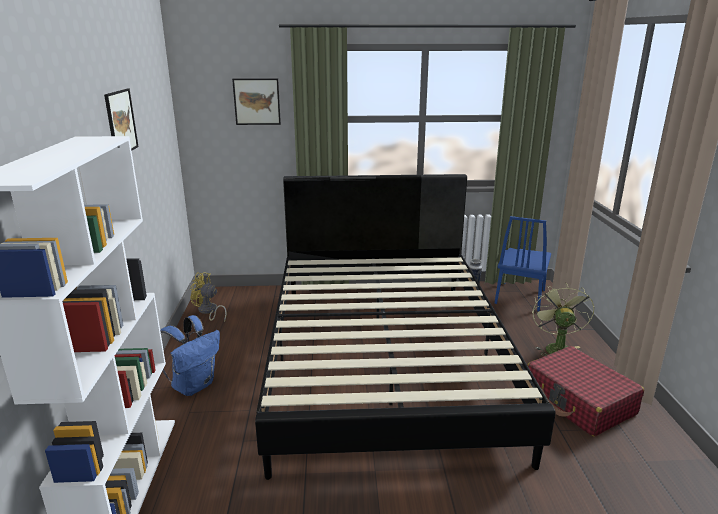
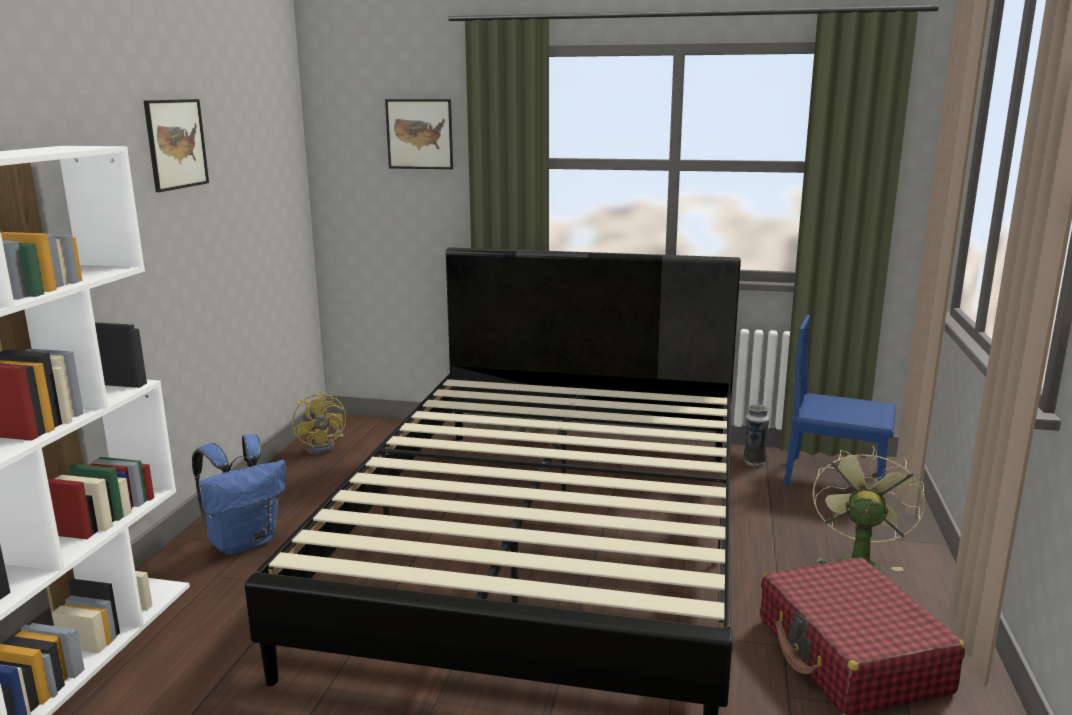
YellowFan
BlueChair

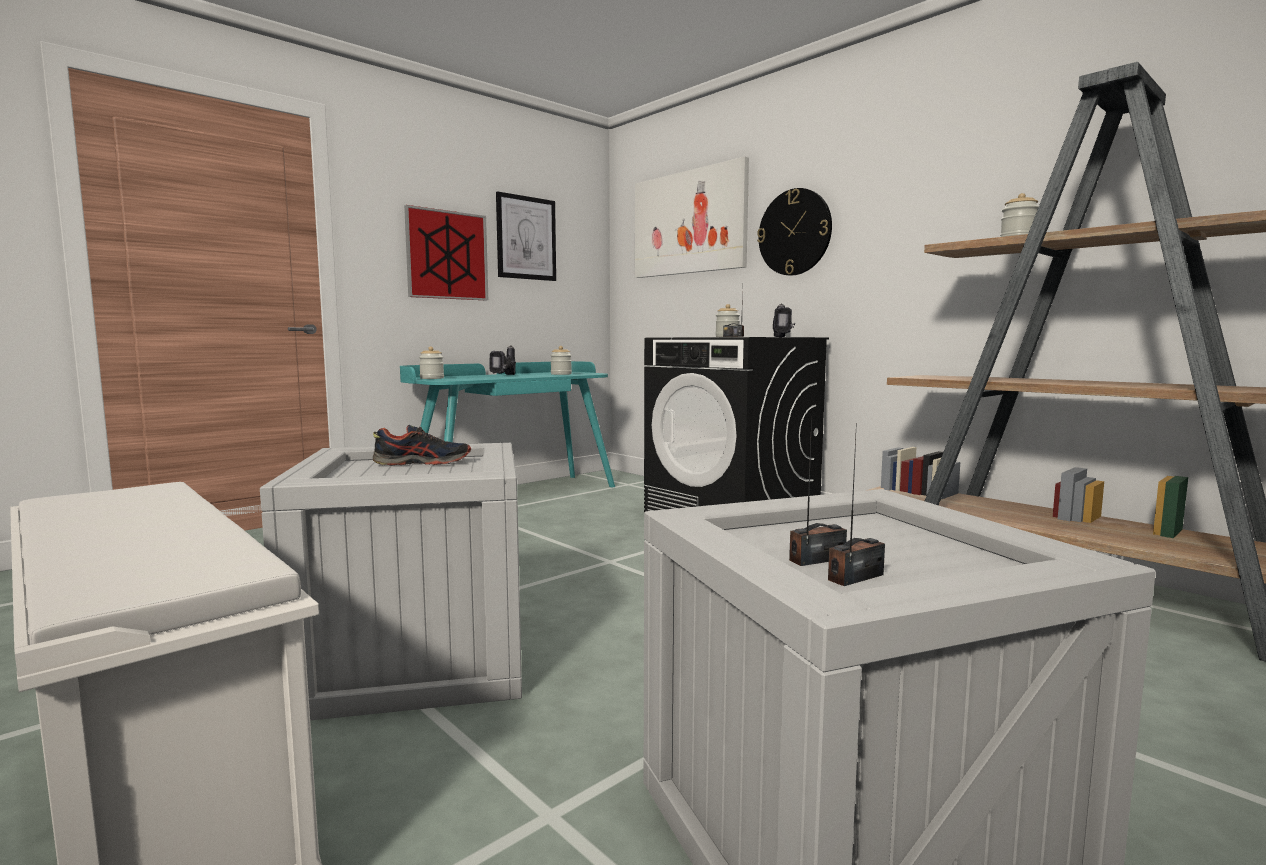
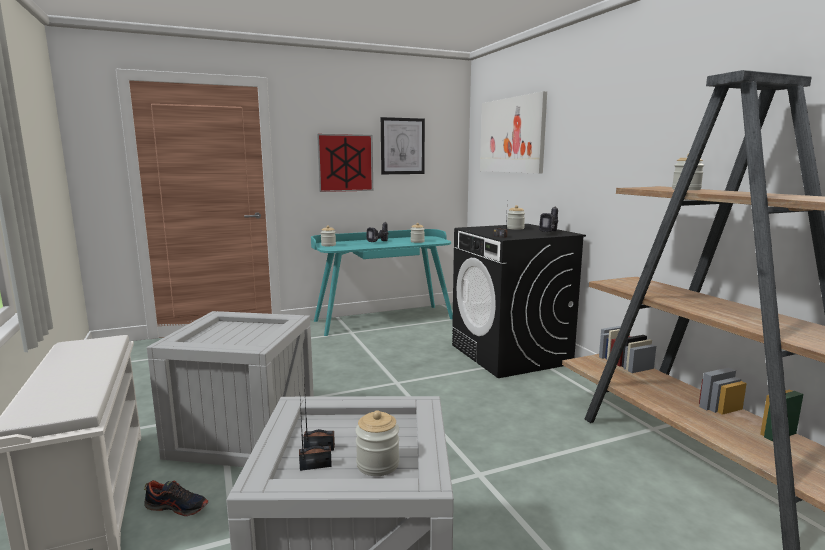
Shoe
Jar (2nd from left)
WallClock

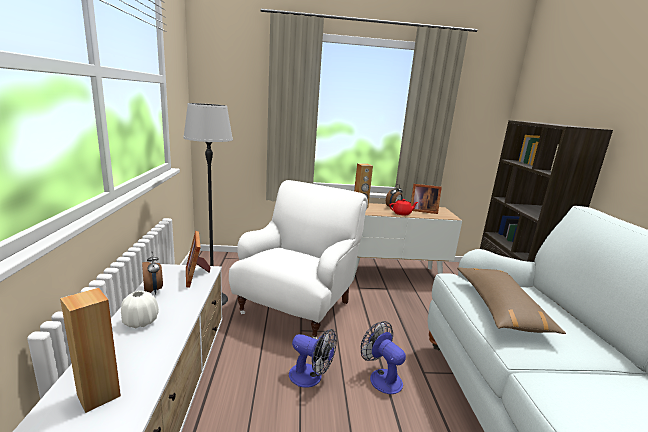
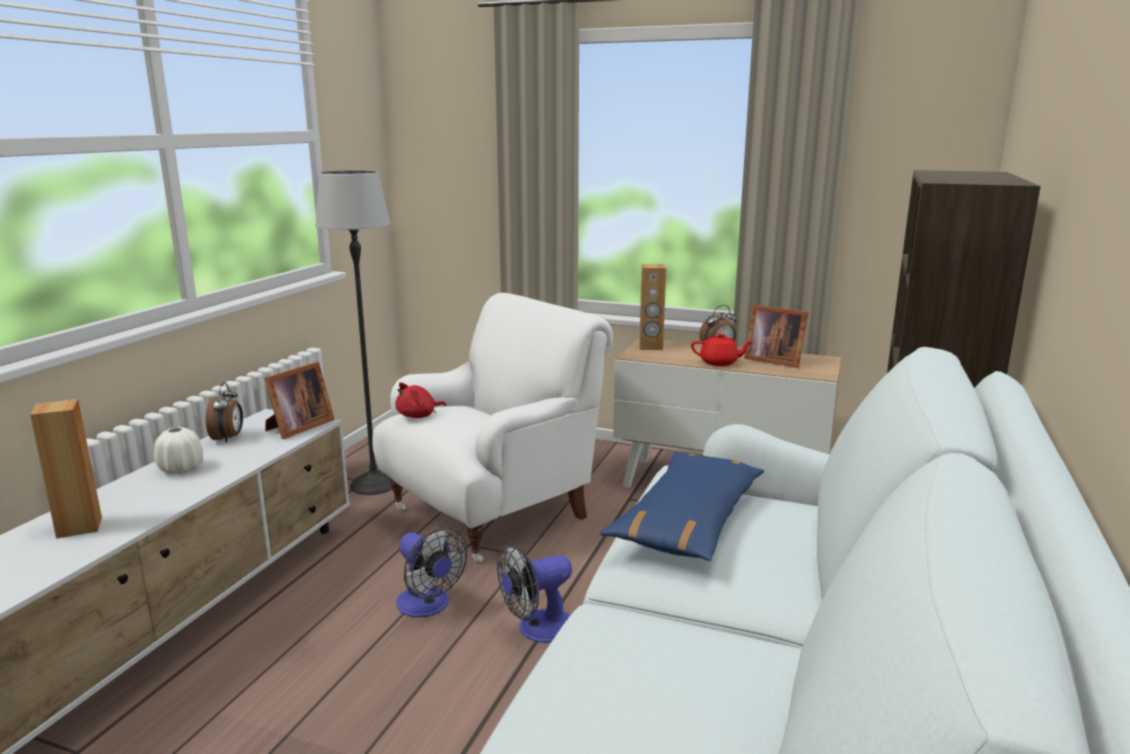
PictureFrame (1st from left)
RedPlushToy
Fan (2nd from left)
BluePillow

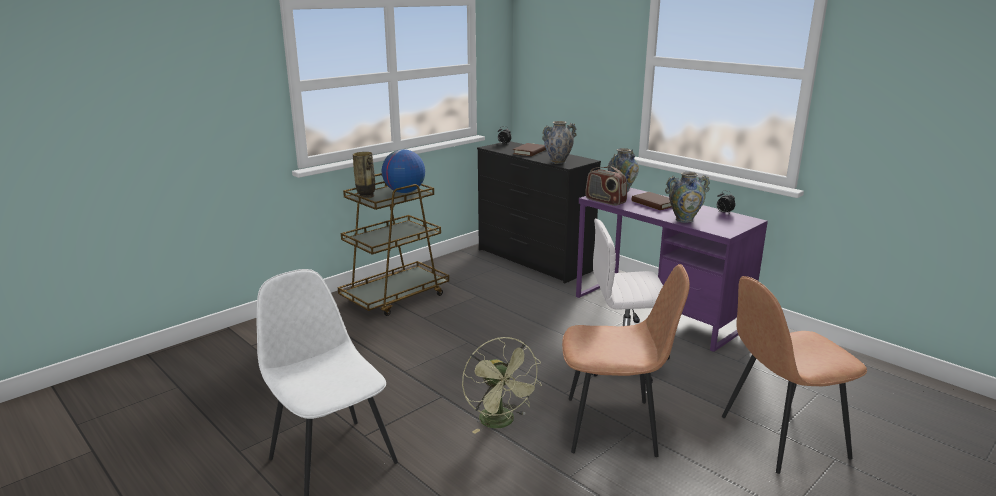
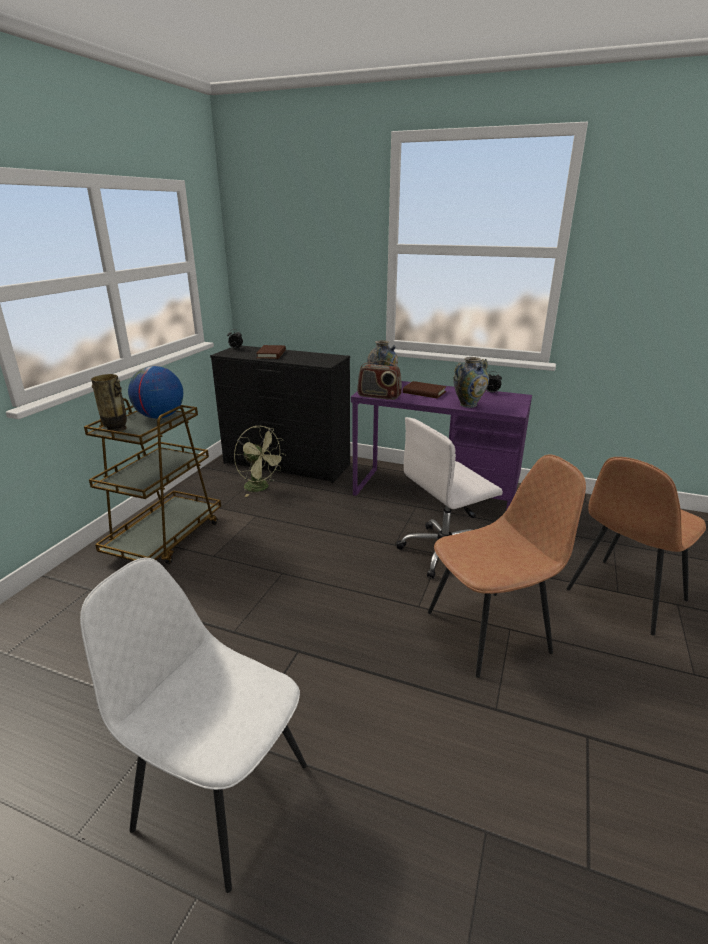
GreenFan
Vase (2nd from left in the first image)

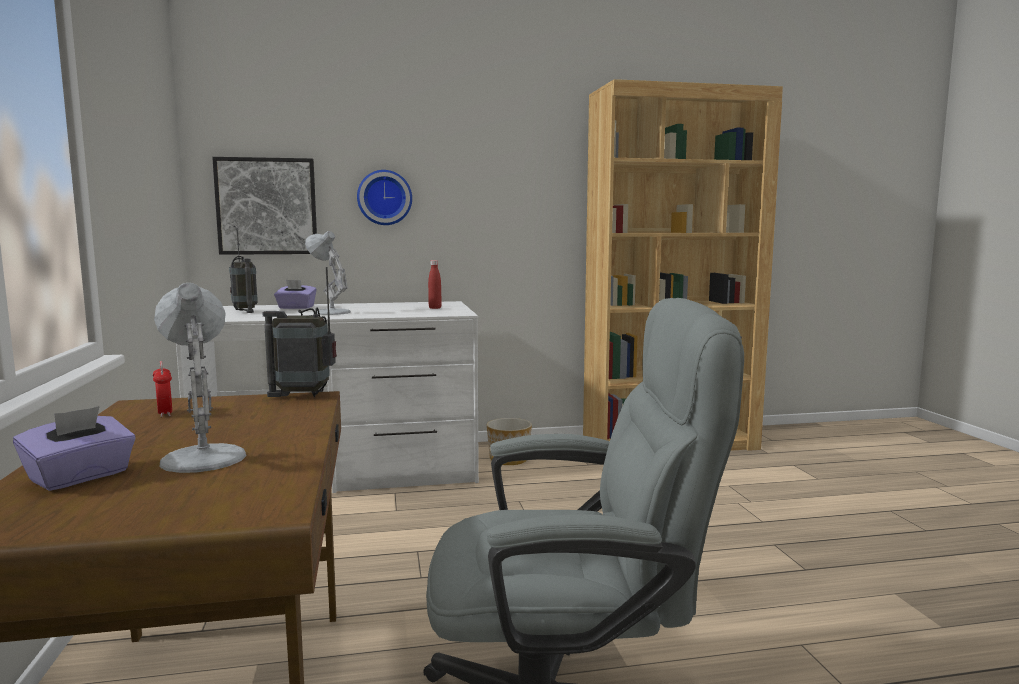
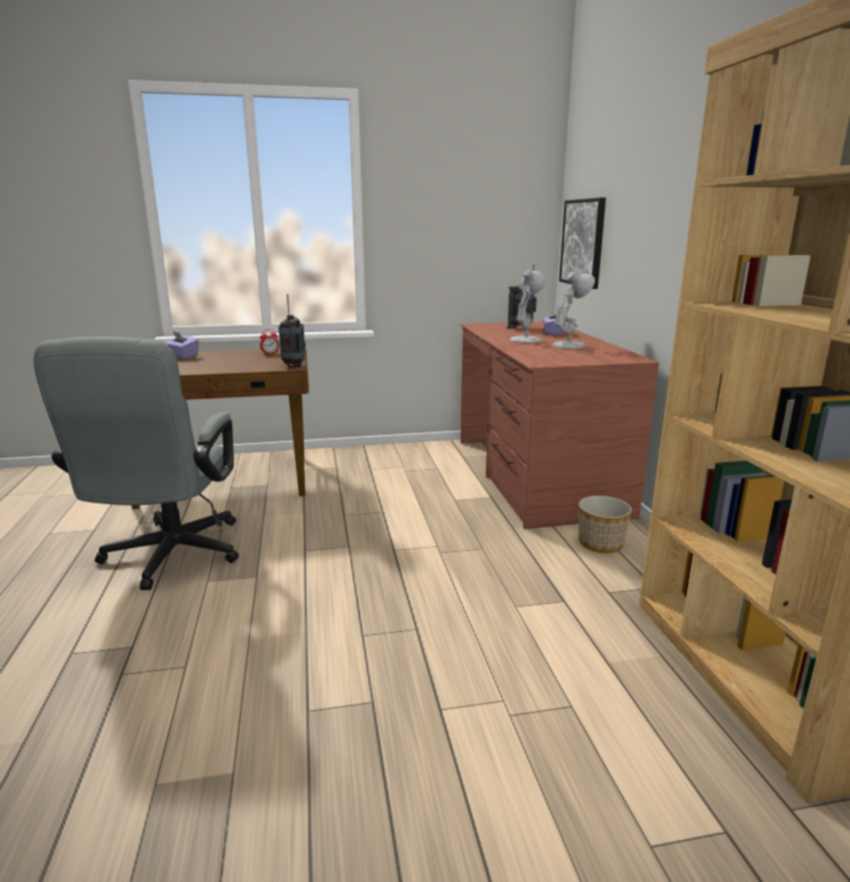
BrownDesk (2nd from left)
WhiteTableLamp (2nd from left)
WallClock
RedBottle

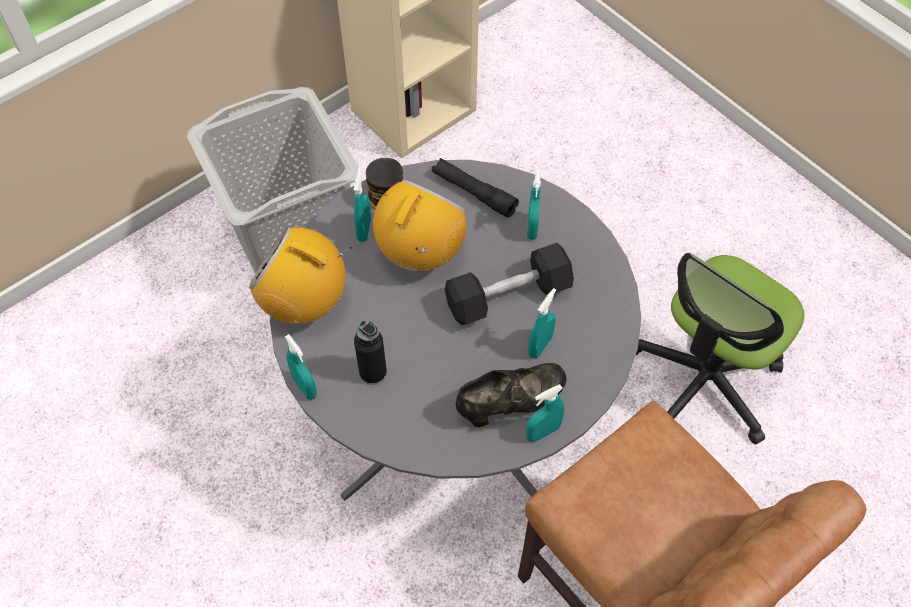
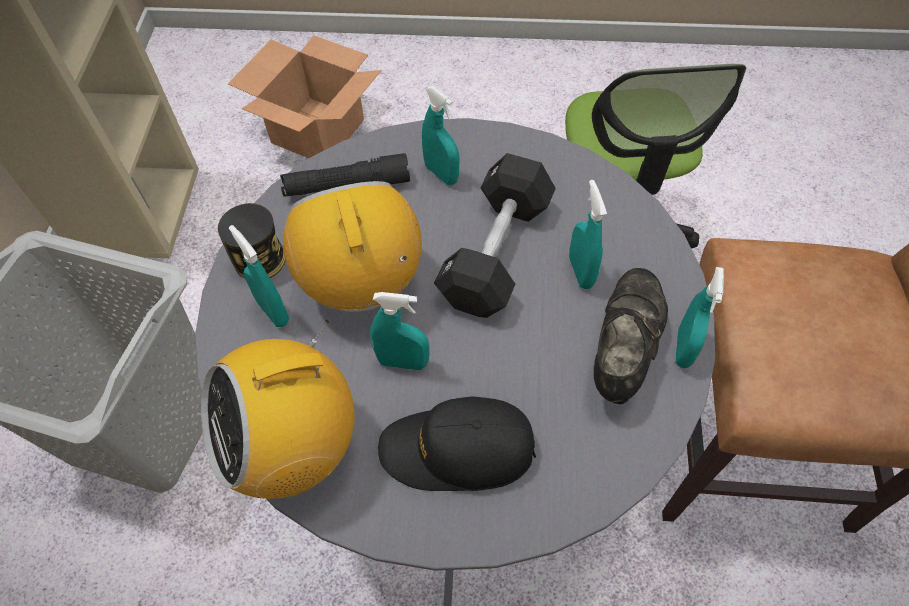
CardboardBox
TurquoiseSprayBottle (2nd from left)
BlackCap

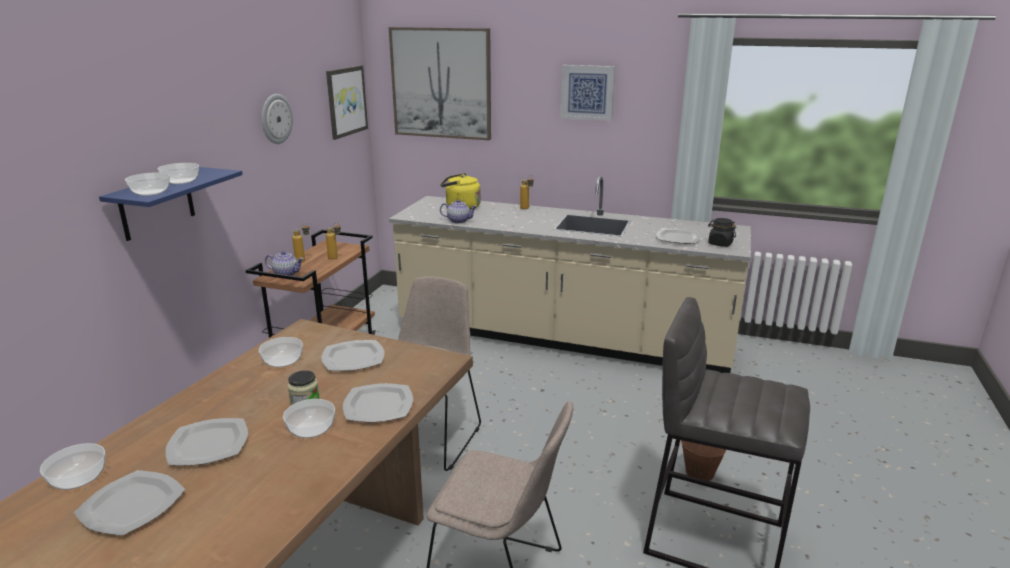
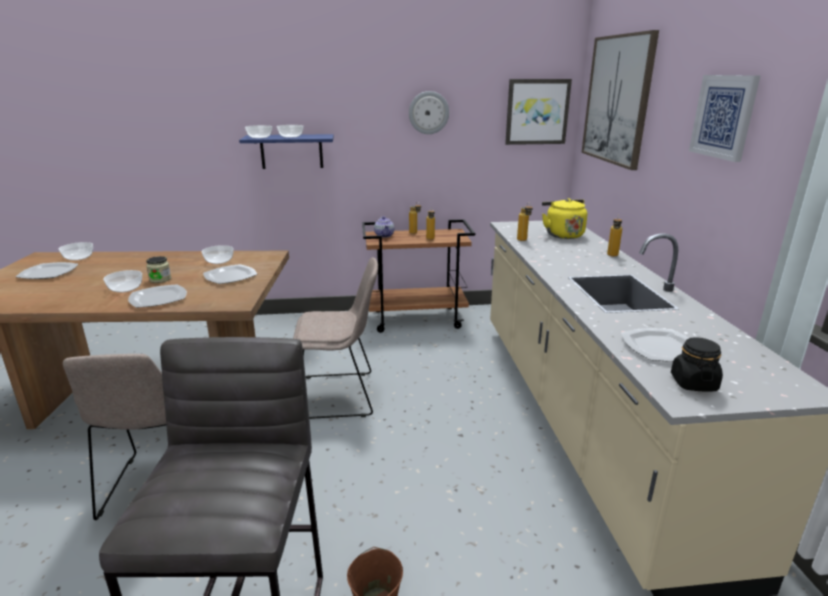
Bottle (3rd from left)
Plate (2nd from left in the first image)

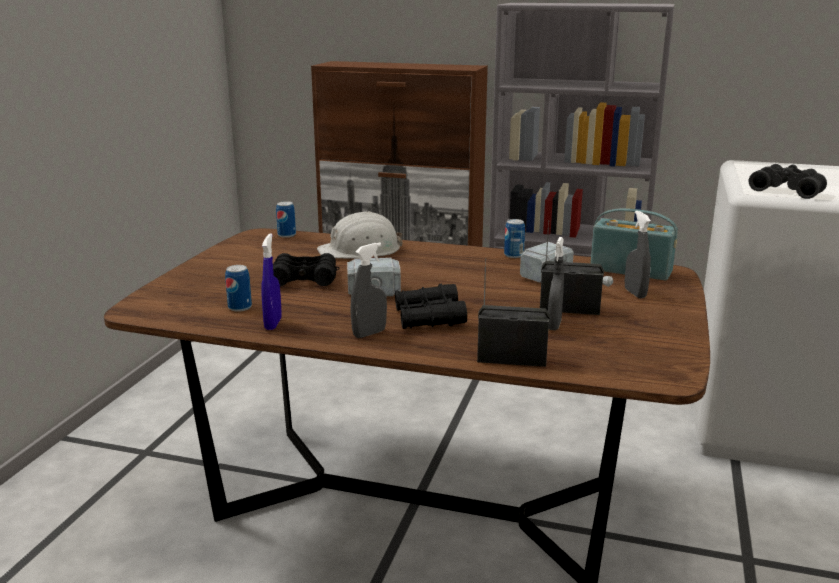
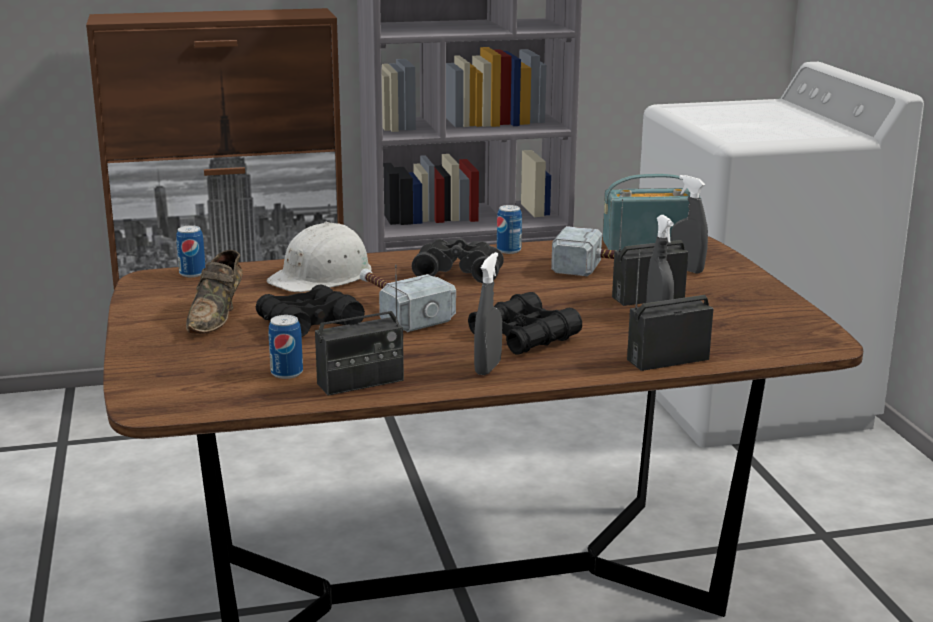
BrownShoe
Radio (1st from left)
BlackBinoculars (2nd from left)

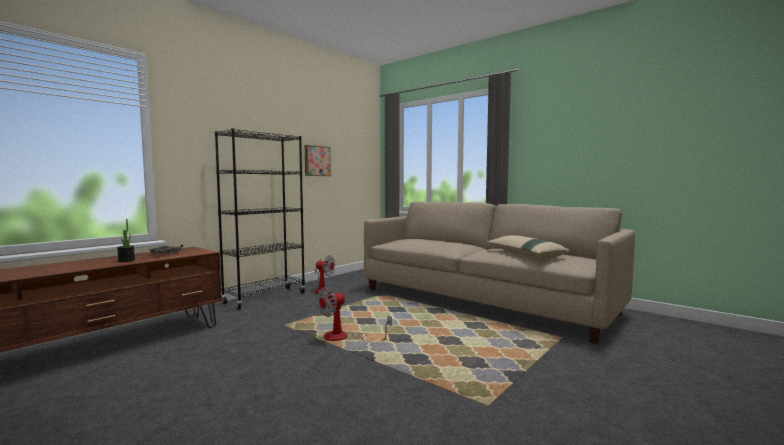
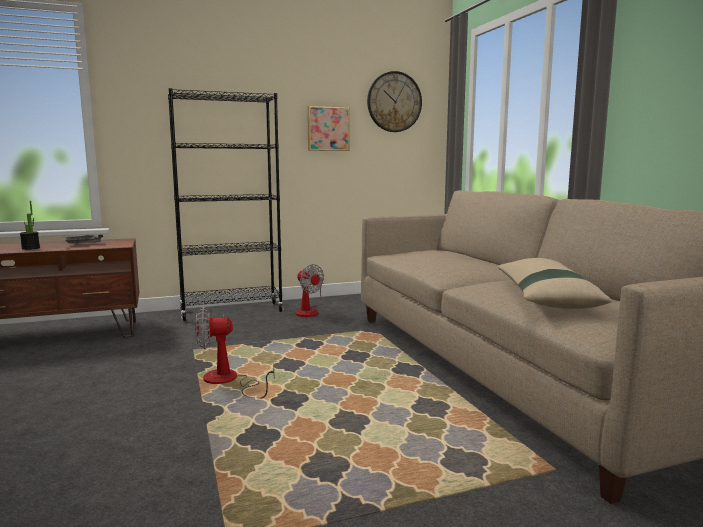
WallClock

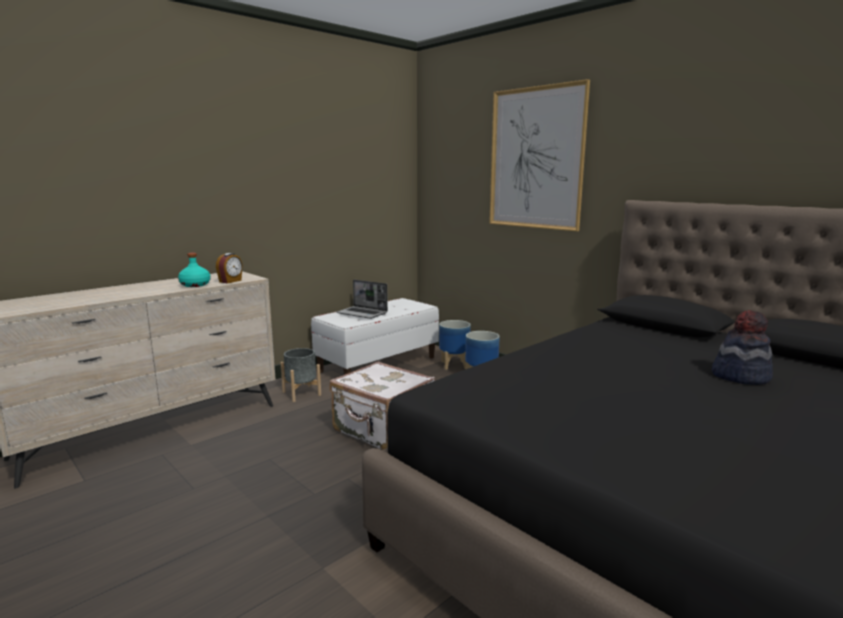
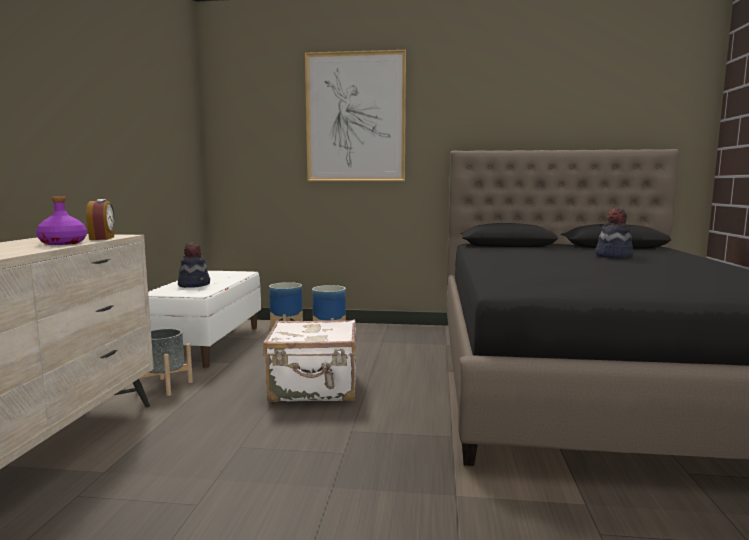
PurpleBottle
Hat (1st from left)

